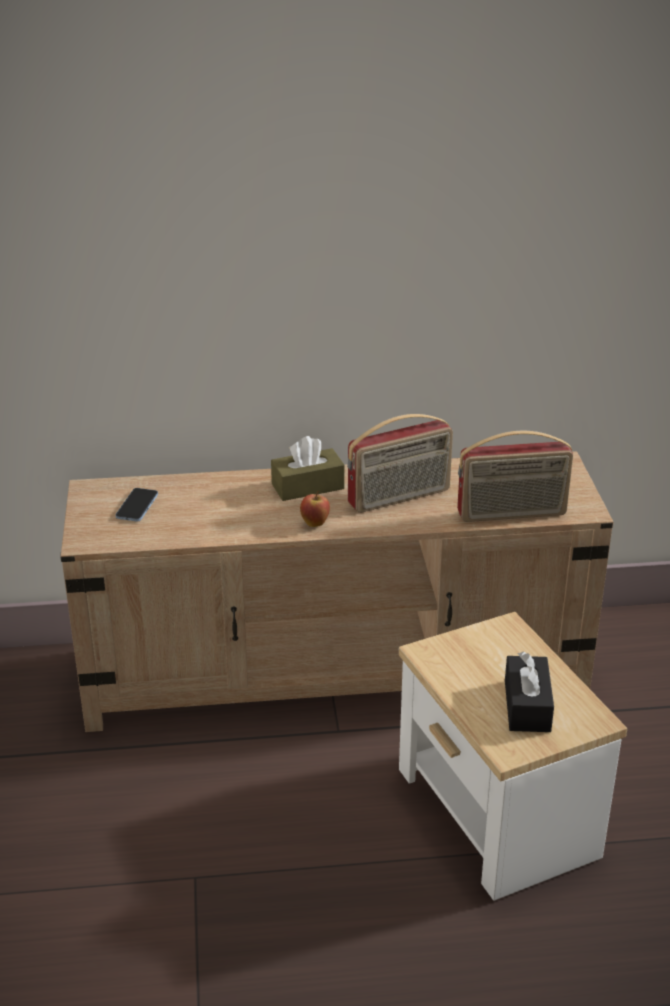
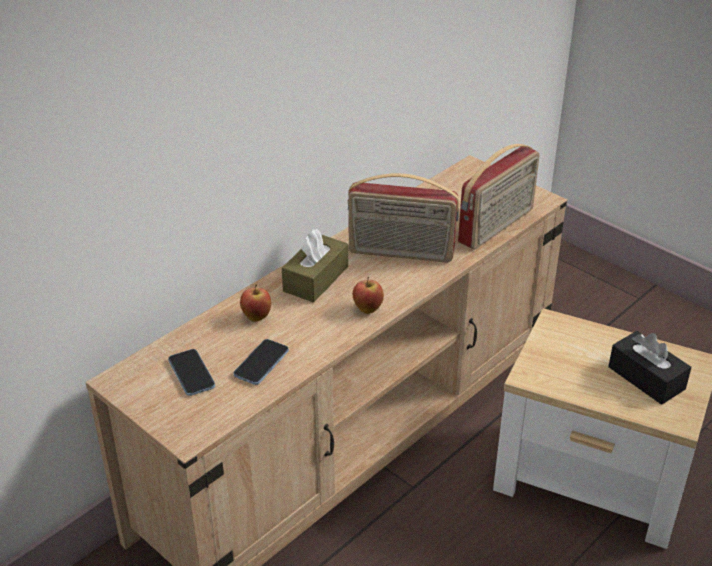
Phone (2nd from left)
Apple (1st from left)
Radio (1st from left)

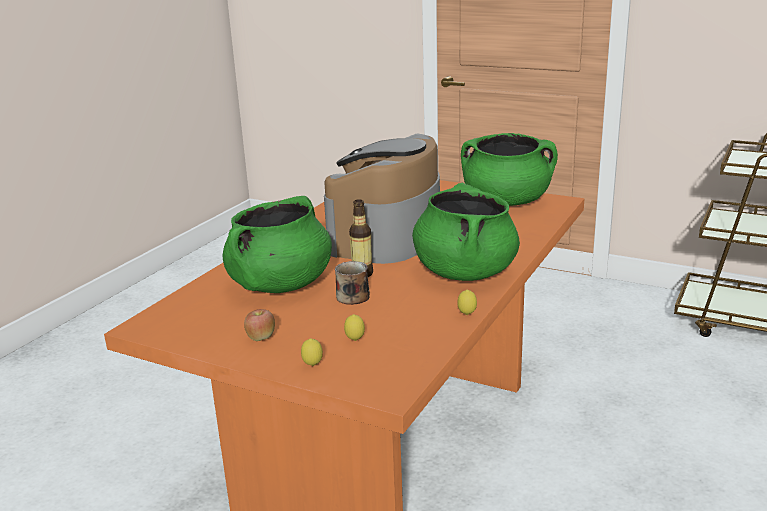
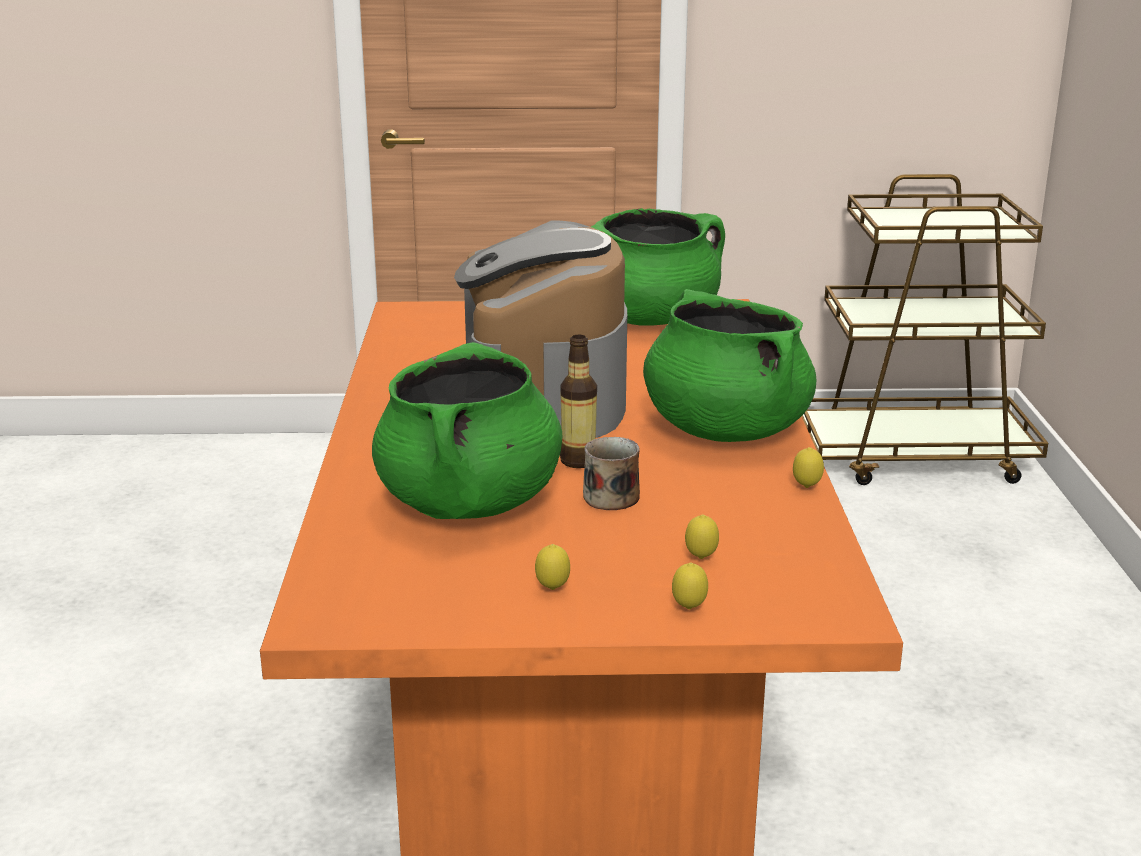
Lemon (1st from left)

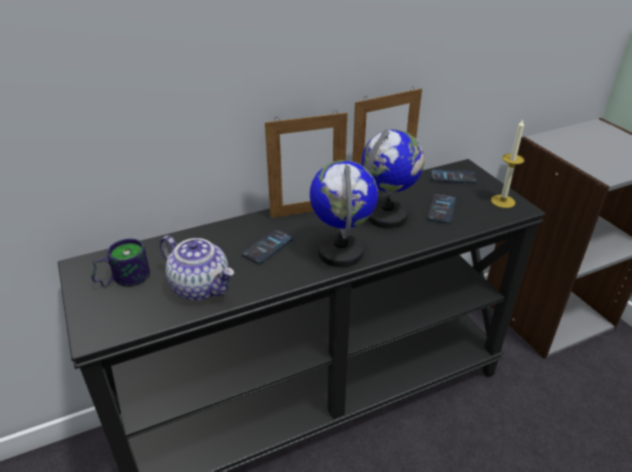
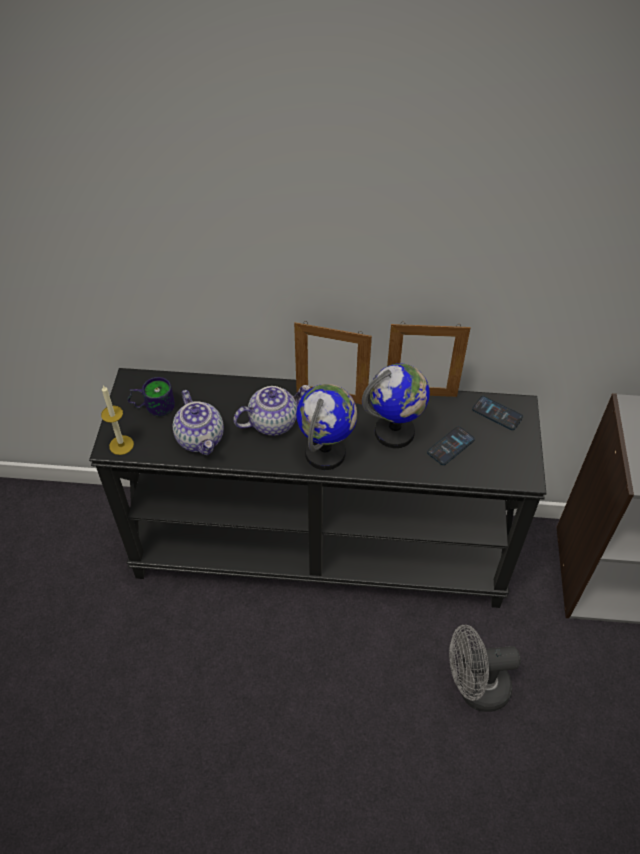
Candle
Teapot (2nd from left)
GreyFan

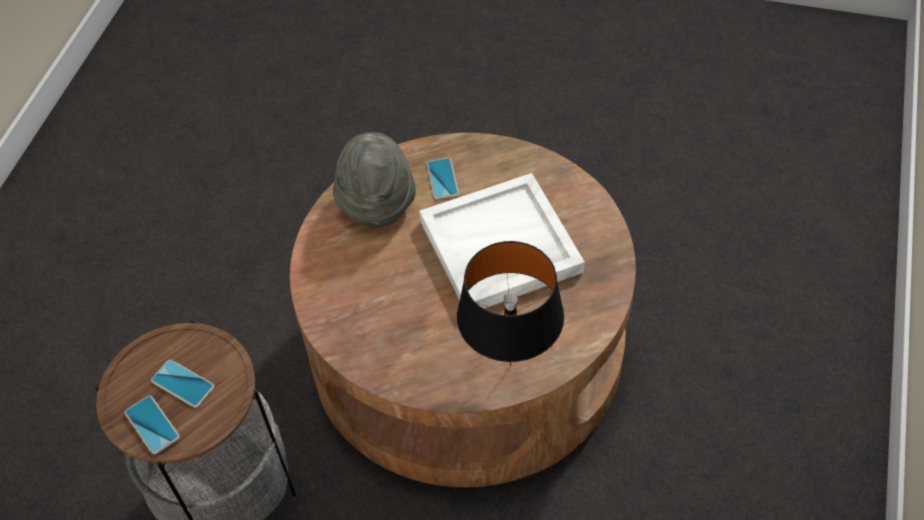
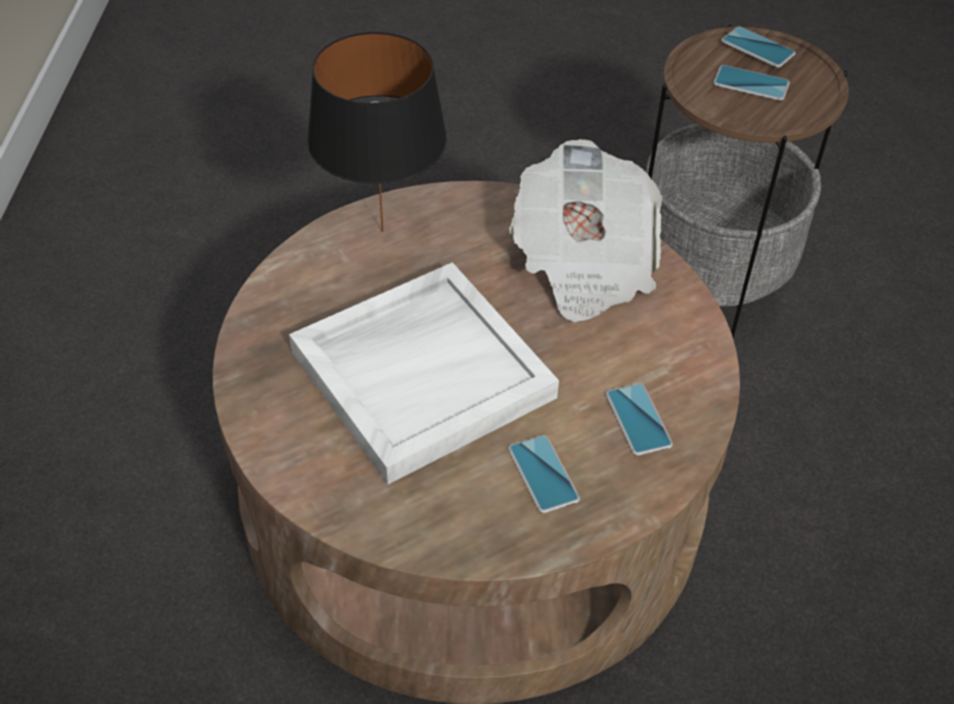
Newspaper
Phone (2nd from left)

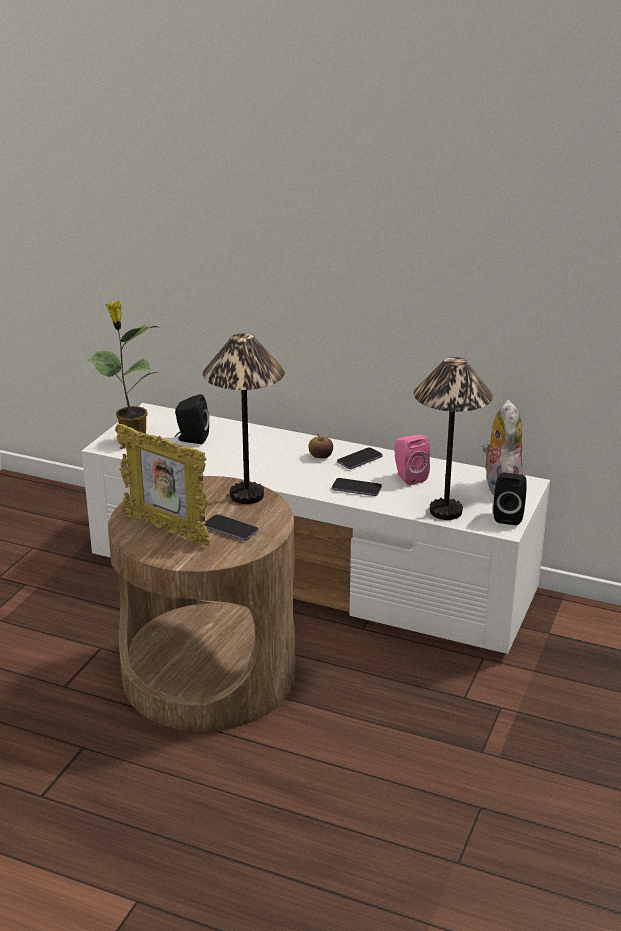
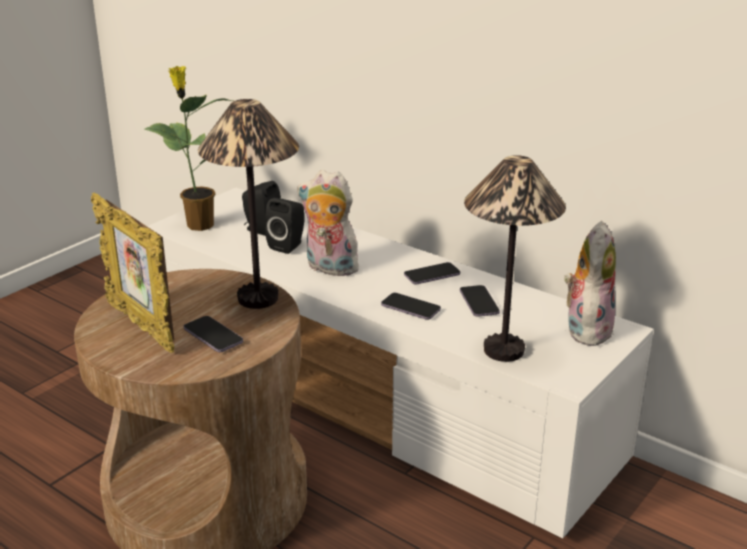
BlackSpeaker (2nd from left)
PlushToy (1st from left)
Phone (4th from left)
Apple

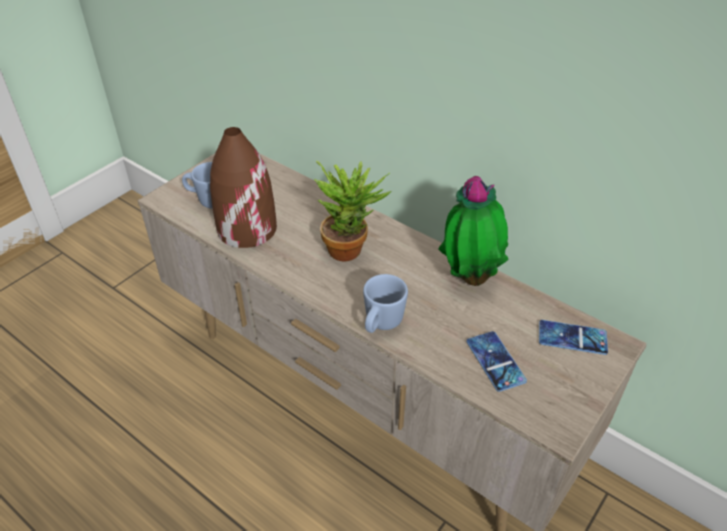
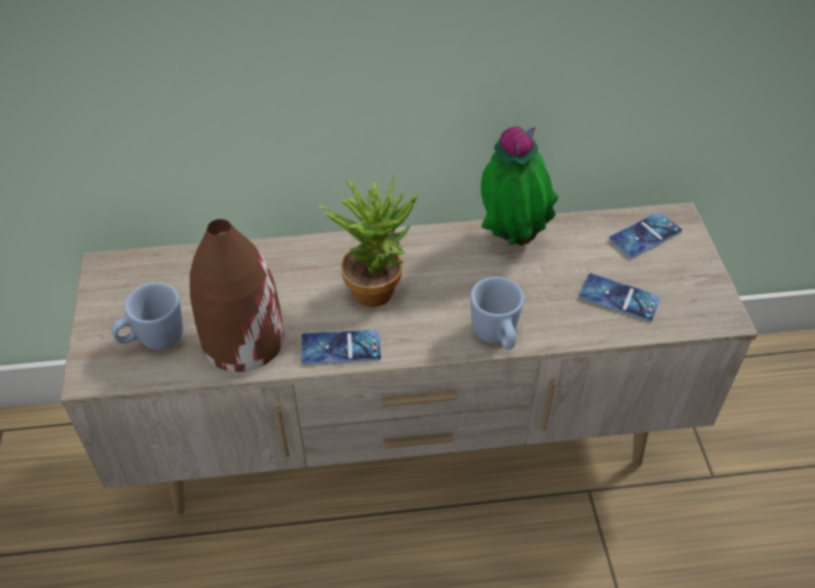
Phone (1st from left)

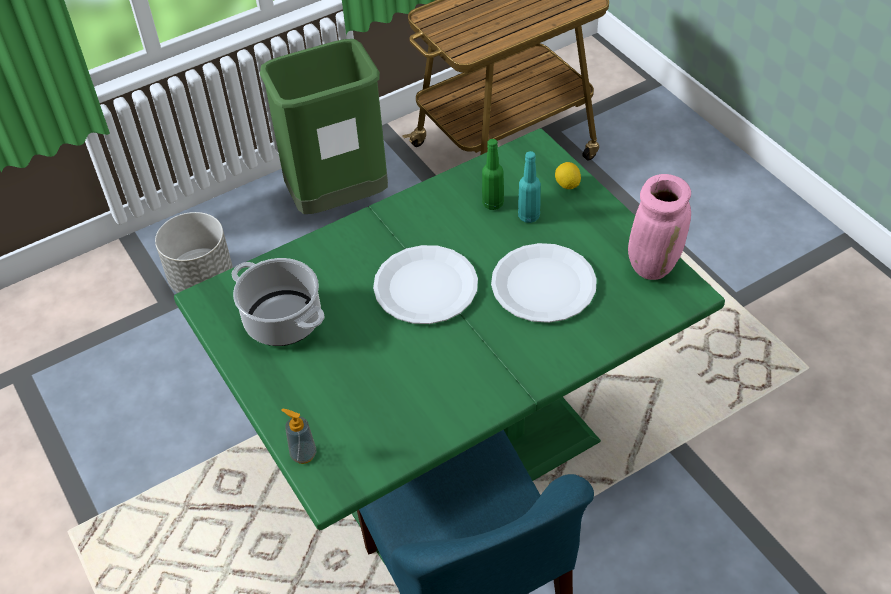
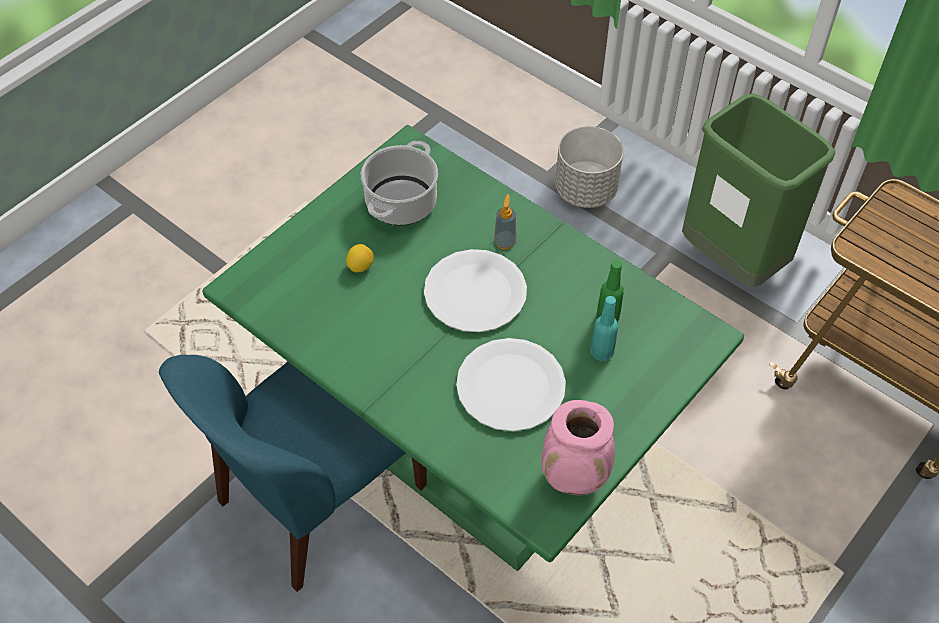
Lemon
SoapDispenser

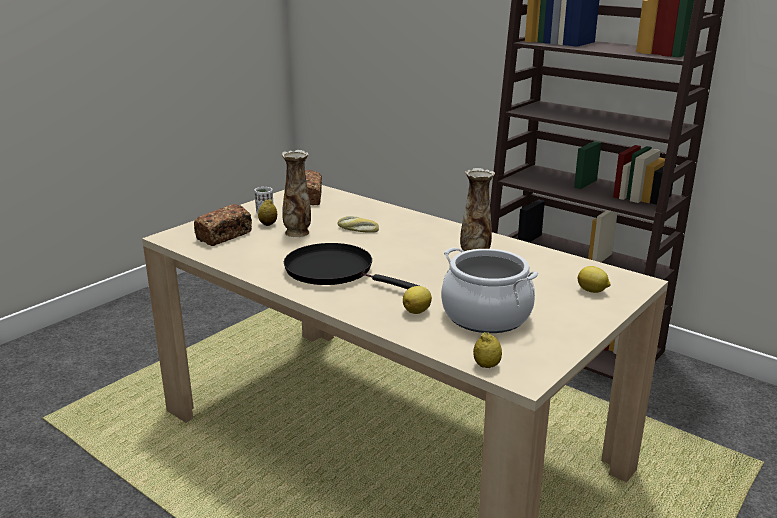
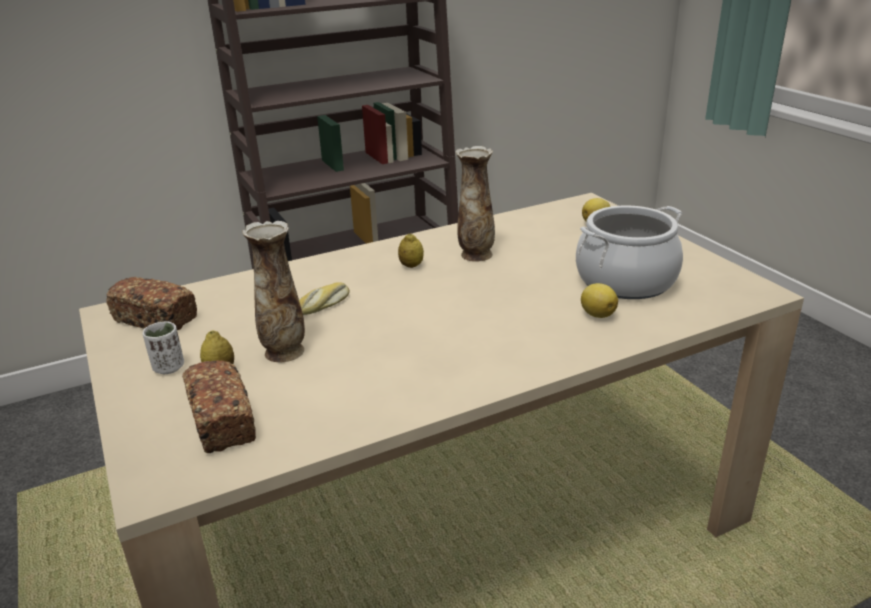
Lemon (2nd from left)
BlackFryingPan

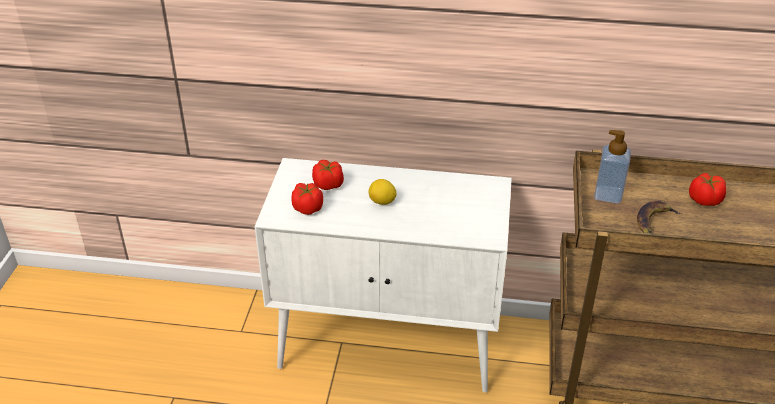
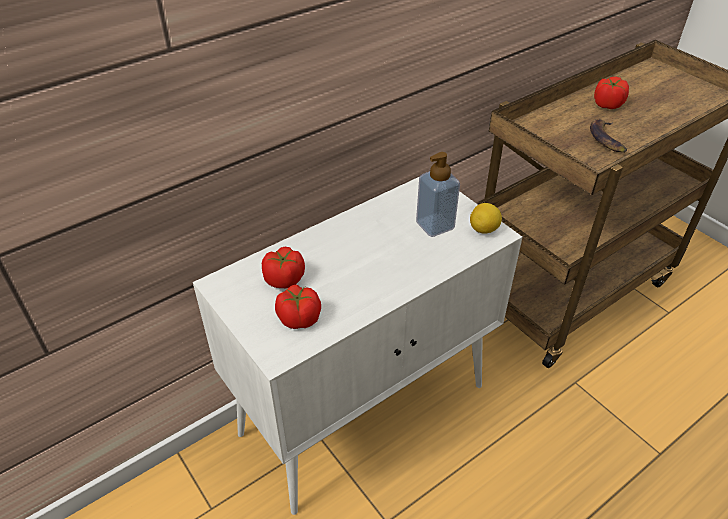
SoapDispenser
Lemon

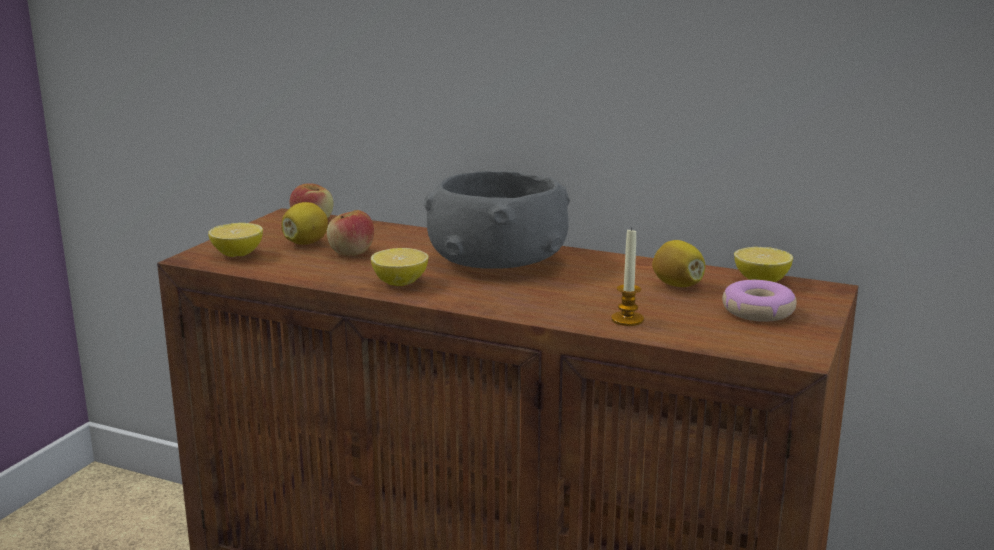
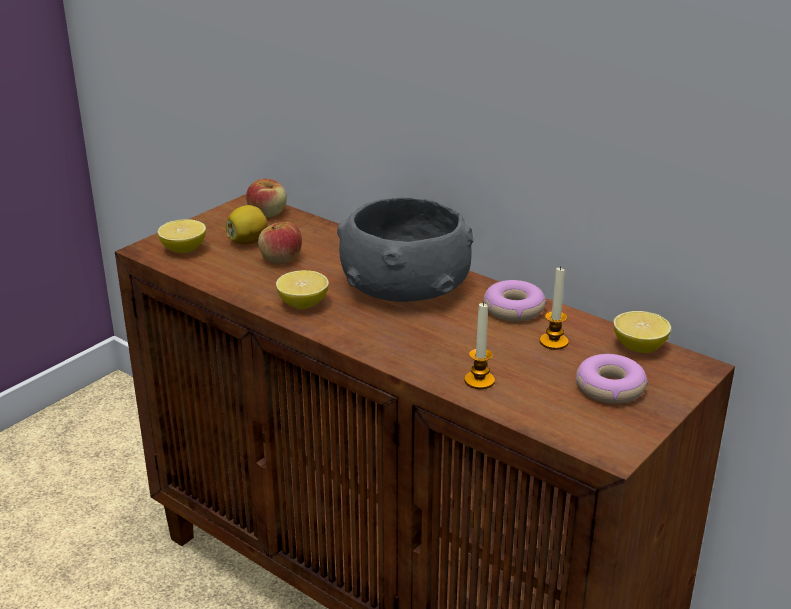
Donut (1st from left)
Candle (2nd from left)

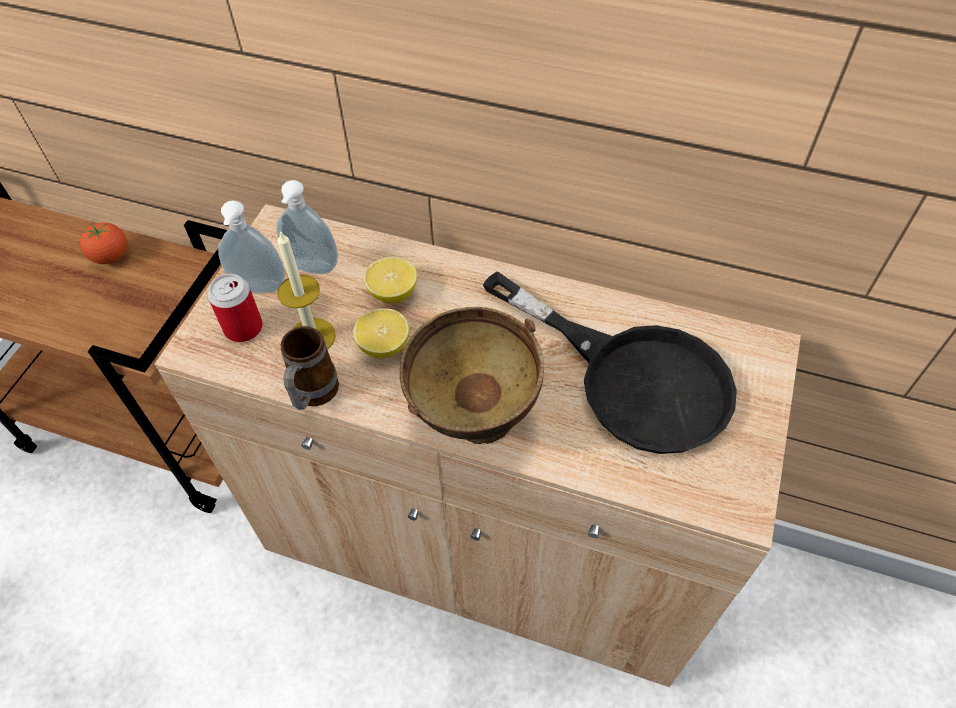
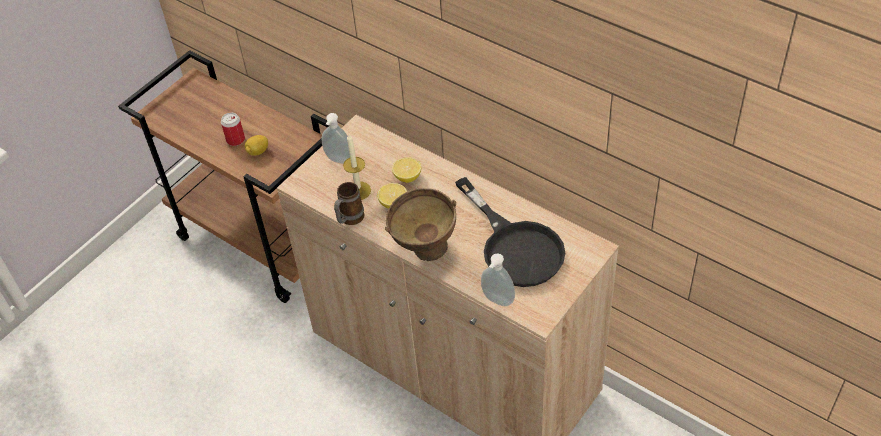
Can
Lemon (1st from left)
SoapDispenser (2nd from left)
Tomato

